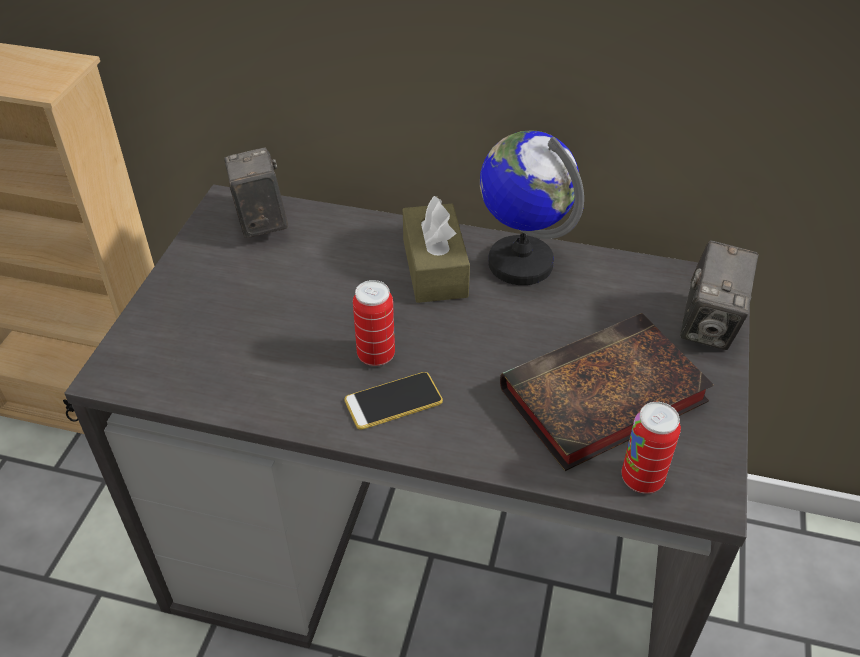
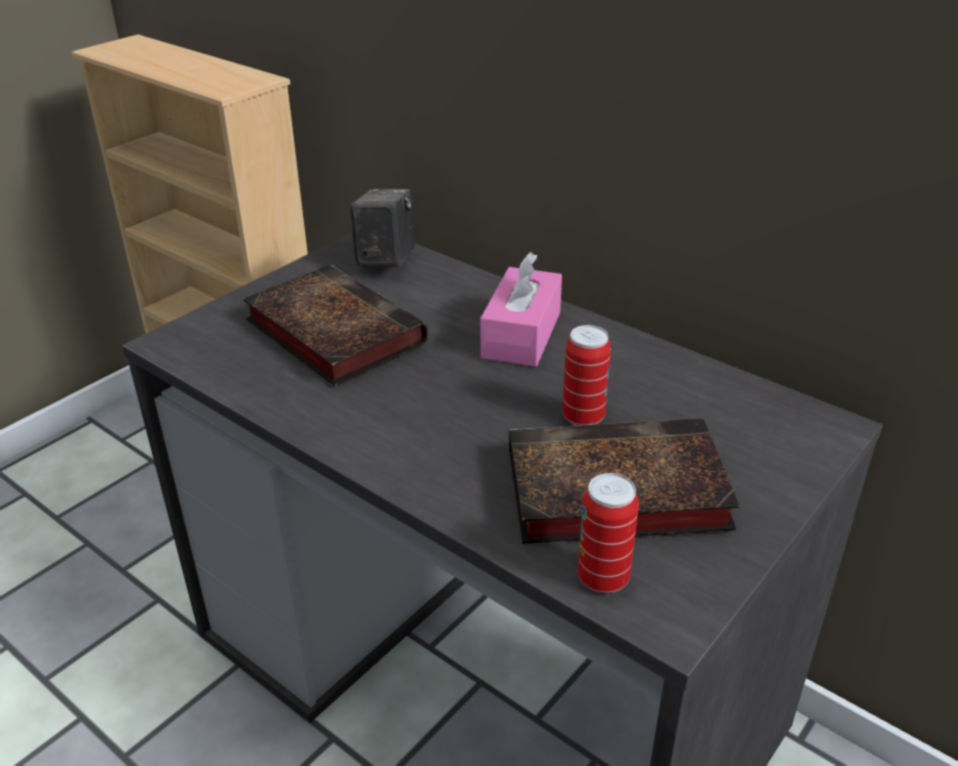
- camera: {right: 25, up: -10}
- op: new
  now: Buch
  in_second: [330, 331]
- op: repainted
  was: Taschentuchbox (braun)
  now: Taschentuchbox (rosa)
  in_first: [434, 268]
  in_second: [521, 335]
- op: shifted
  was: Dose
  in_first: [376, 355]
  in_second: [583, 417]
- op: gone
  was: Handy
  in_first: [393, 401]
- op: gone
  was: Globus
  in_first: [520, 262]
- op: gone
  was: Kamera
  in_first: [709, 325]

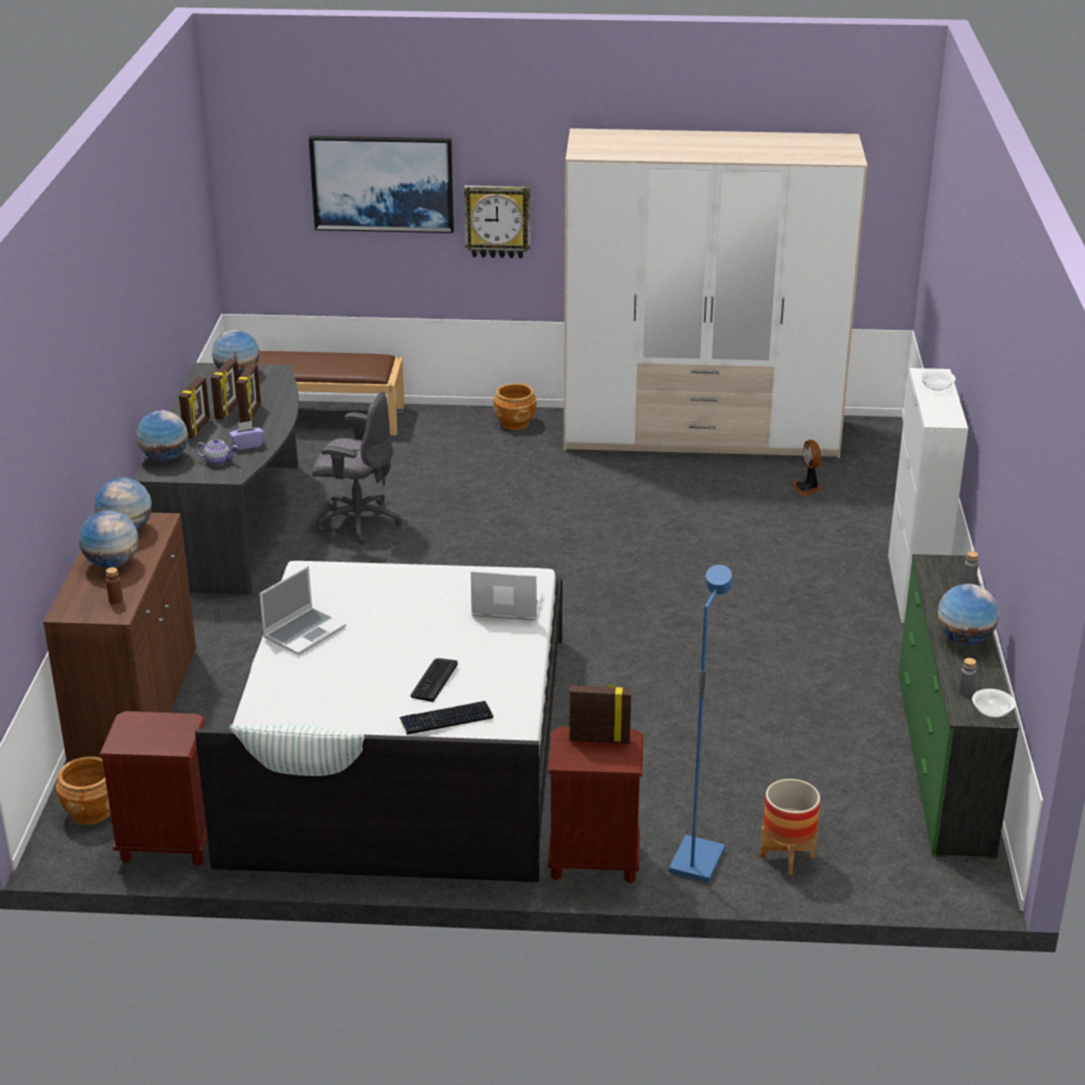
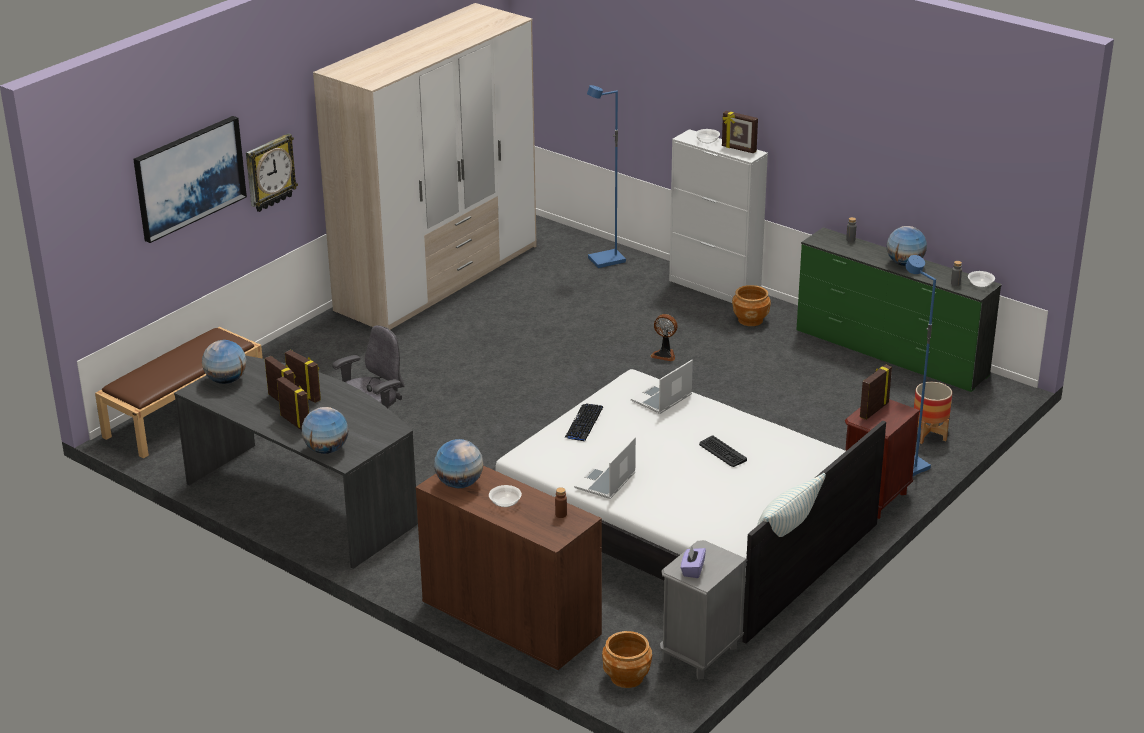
- camera: {right: -55, up: 0}
- op: swapped
  was: Globus
  now: Schüssel
  in_first: [112, 564]
  in_second: [505, 502]
- op: shifted
  was: Tastatur
  in_first: [446, 719]
  in_second: [584, 423]
- op: rotated
  was: Laptop
  in_first: [304, 632]
  in_second: [605, 482]
  clockwise: -135
- op: new
  now: Stehlampe (blau)
  in_second: [606, 261]
- op: shifted
  was: Ventilator
  in_first: [807, 488]
  in_second: [664, 354]
- op: repainted
  was: Nachttisch (braun)
  now: Nachttisch (grau)
  in_first: [167, 844]
  in_second: [699, 654]
- op: shifted
  was: Taschentuchbox (lila)
  in_first: [247, 445]
  in_second: [692, 570]
- op: new
  now: Bilderrahmen
  in_second: [738, 149]
- op: shifted
  was: Pflanzkübel (braun)
  in_first: [515, 423]
  in_second: [750, 320]
- op: gone
  was: Teekanne
  in_first: [218, 461]

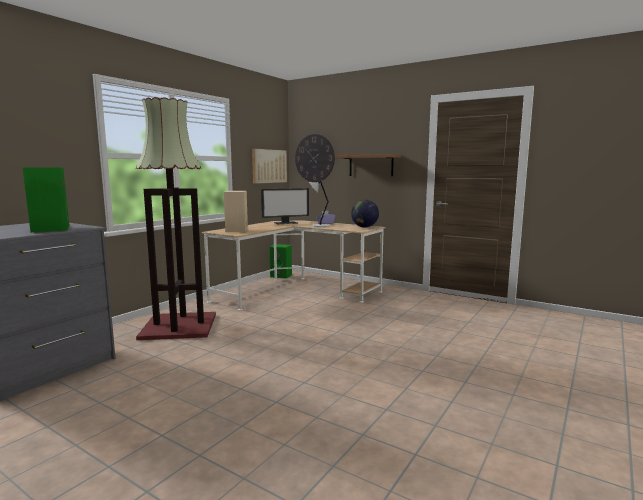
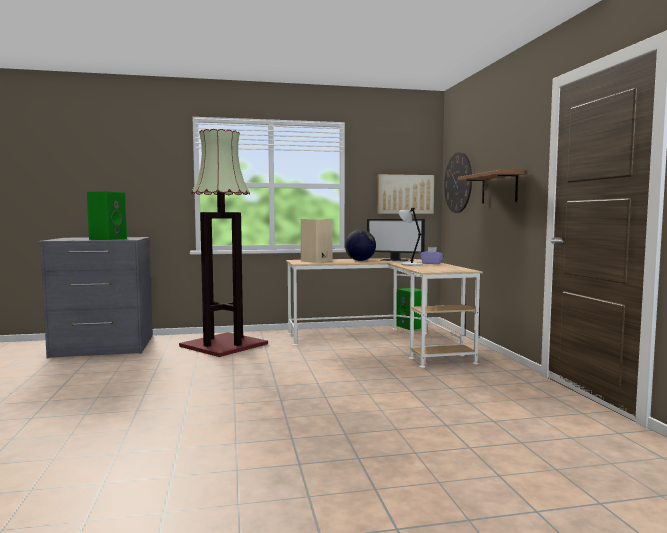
- camera: {right: 45, up: -5}
- op: shifted
  was: Globus
  in_first: [364, 227]
  in_second: [360, 260]

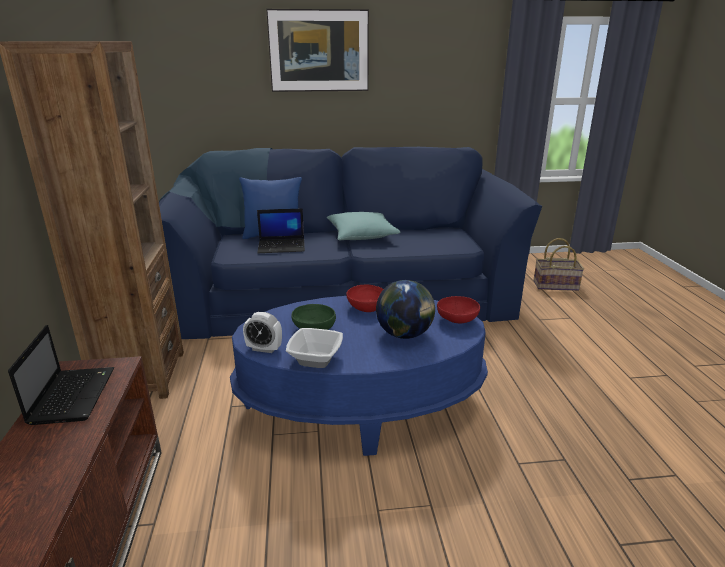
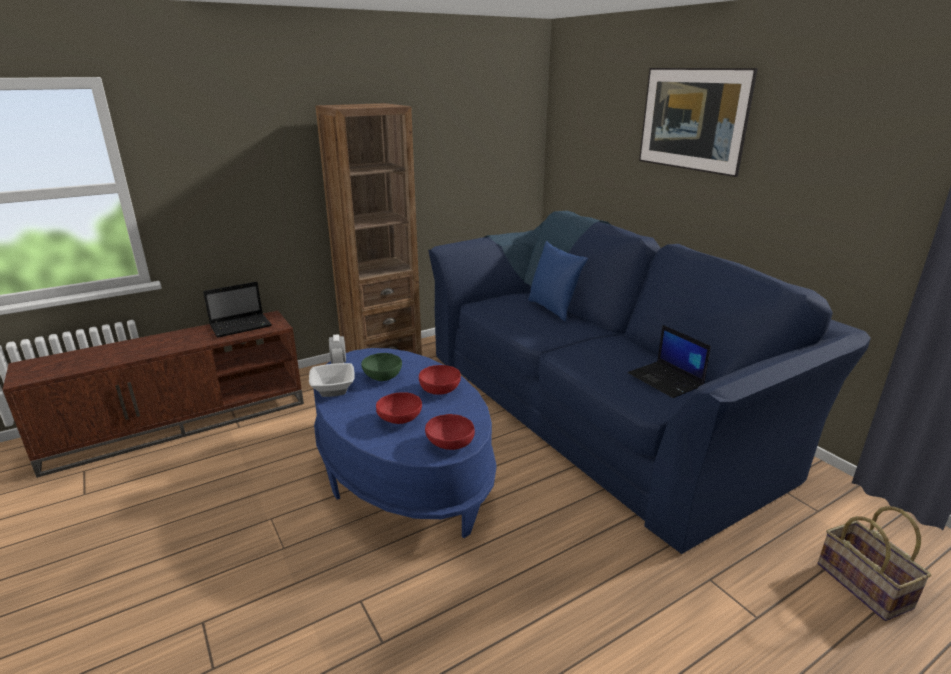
- camera: {right: 65, up: 0}
- op: swapped
  was: Globus
  now: Schüssel (rot)
  in_first: [404, 334]
  in_second: [400, 420]
- op: shifted
  was: Laptop
  in_first: [282, 246]
  in_second: [666, 380]
- op: gone
  was: Kissen (türkis)
  in_first: [362, 235]

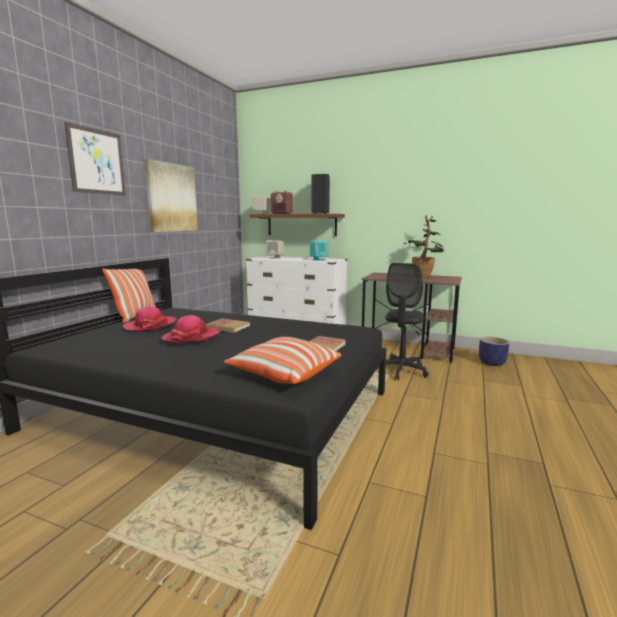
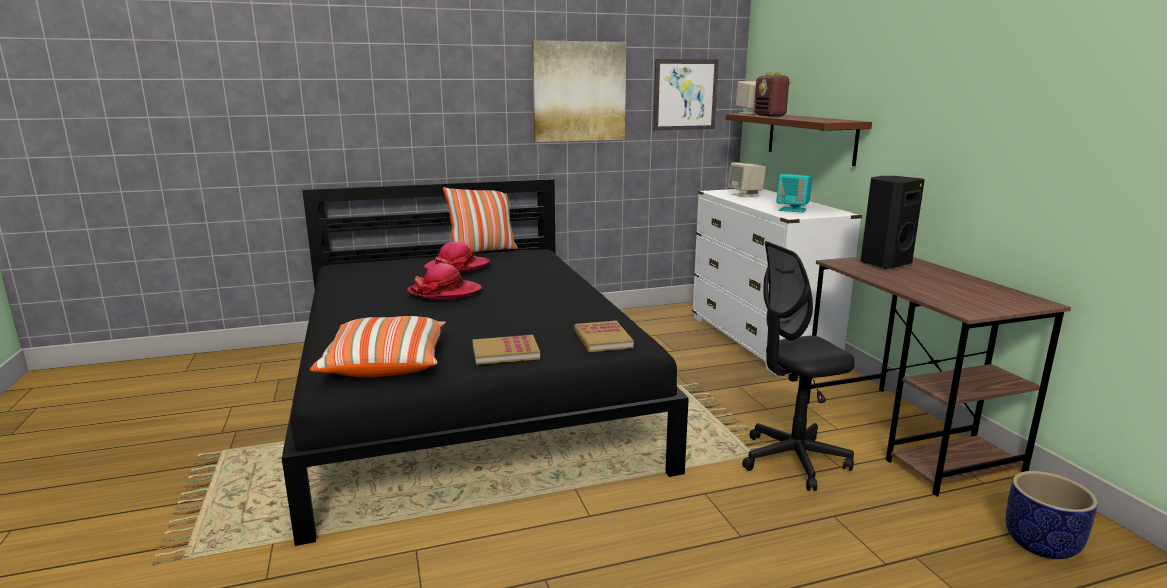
- camera: {right: 50, up: 5}
- op: shifted
  was: Buch
  in_first: [228, 327]
  in_second: [602, 339]
- op: shifted
  was: Bild
  in_first: [97, 161]
  in_second: [685, 95]
- op: shifted
  was: Lautsprecher (schwarz)
  in_first: [320, 213]
  in_second: [883, 263]
- op: gone
  was: Topfpflanze
  in_first: [423, 277]

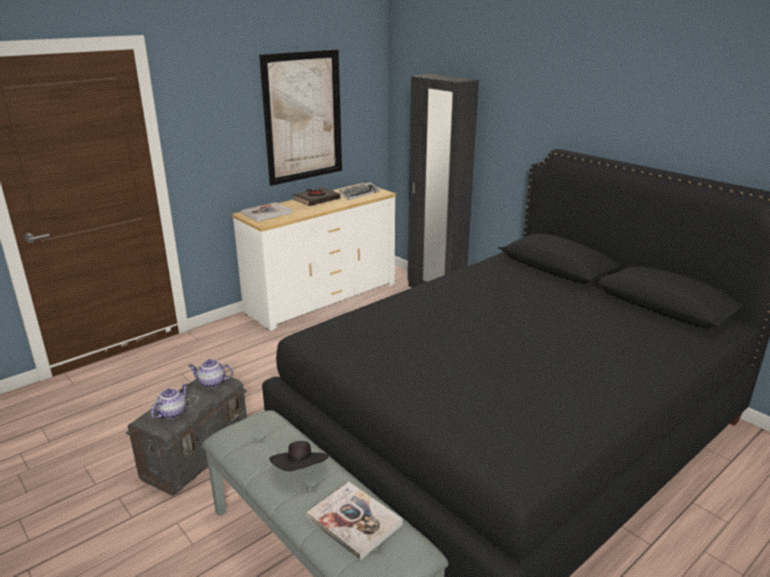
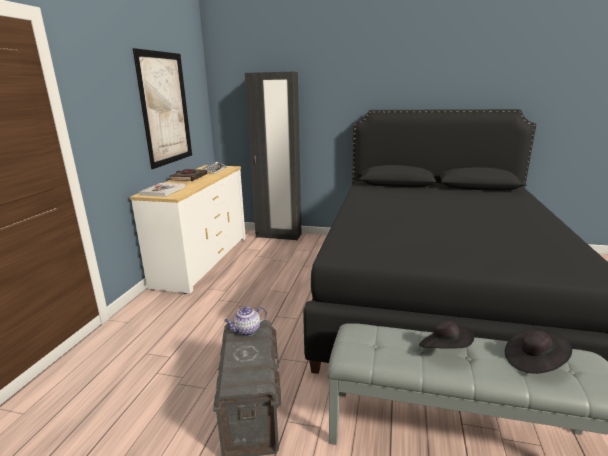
- camera: {right: -35, up: -5}
- op: swapped
  was: Buch
  now: Hut (schwarz)
  in_first: [354, 521]
  in_second: [534, 362]
- op: gone
  was: Teekanne
  in_first: [172, 412]

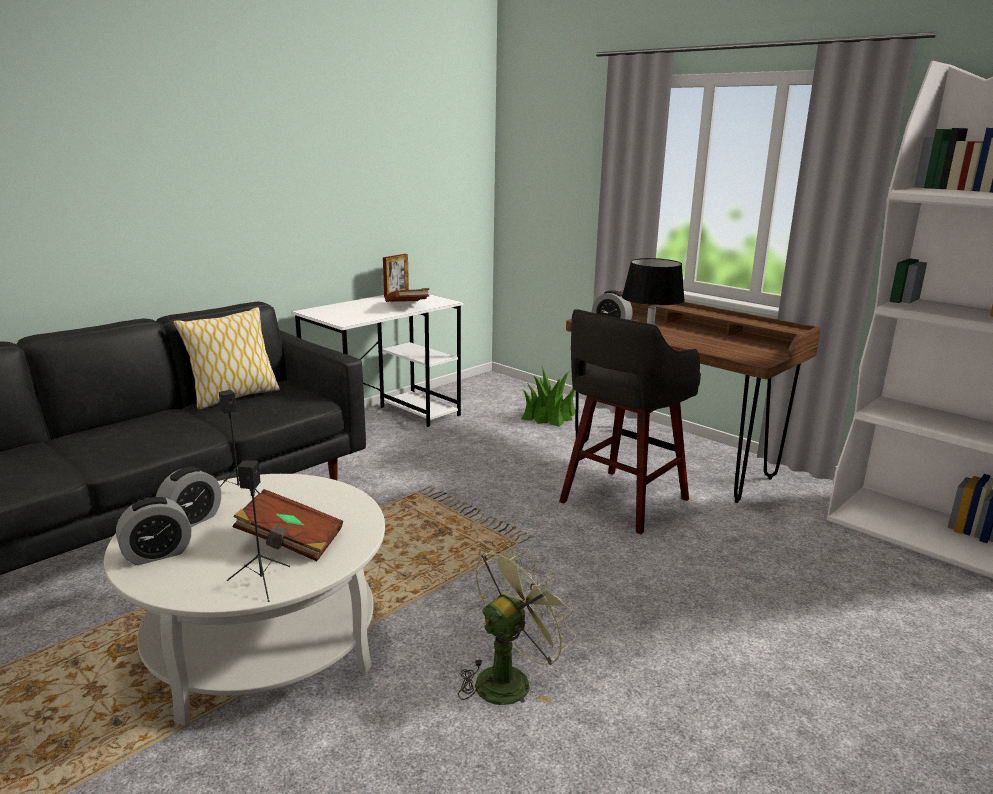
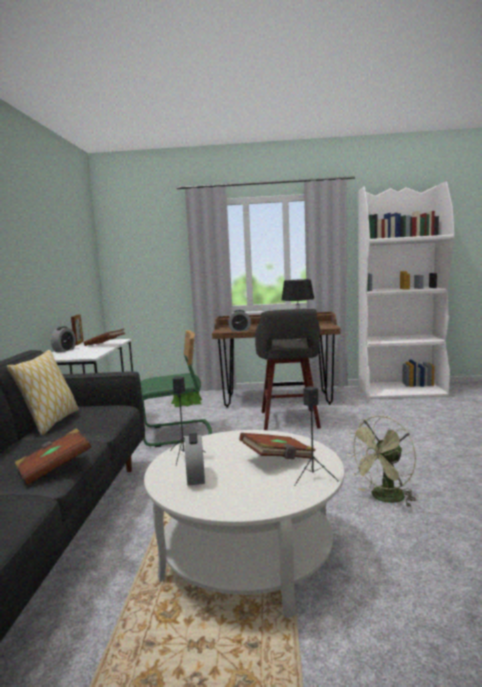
- camera: {right: -40, up: -10}
- op: new
  now: Buch (braun)
  in_second: [54, 469]
- op: shifted
  was: Wecker
  in_first: [157, 554]
  in_second: [64, 350]
- op: new
  now: Stuhl (grün)
  in_second: [176, 434]
- op: rotated
  was: Ventilator (grün)
  in_first: [510, 679]
  in_second: [384, 498]
  clockwise: -135

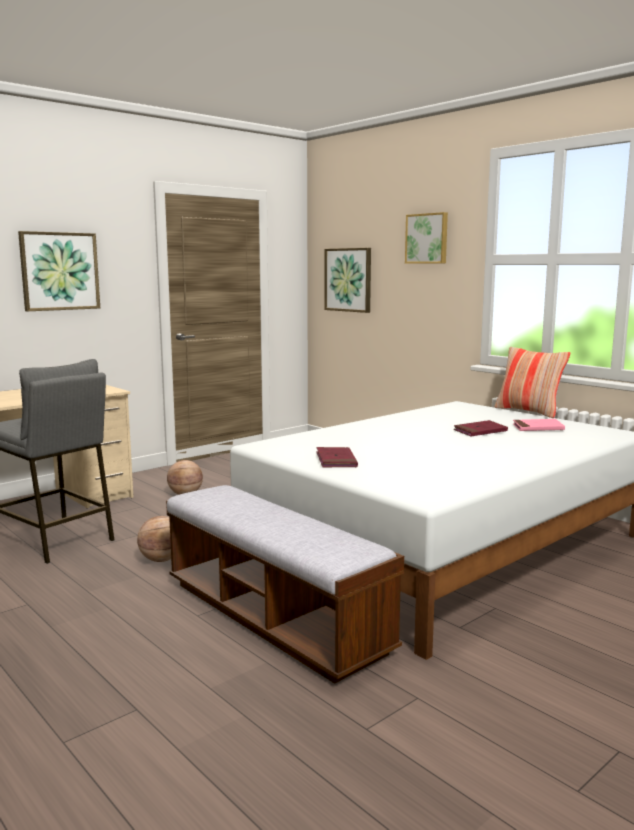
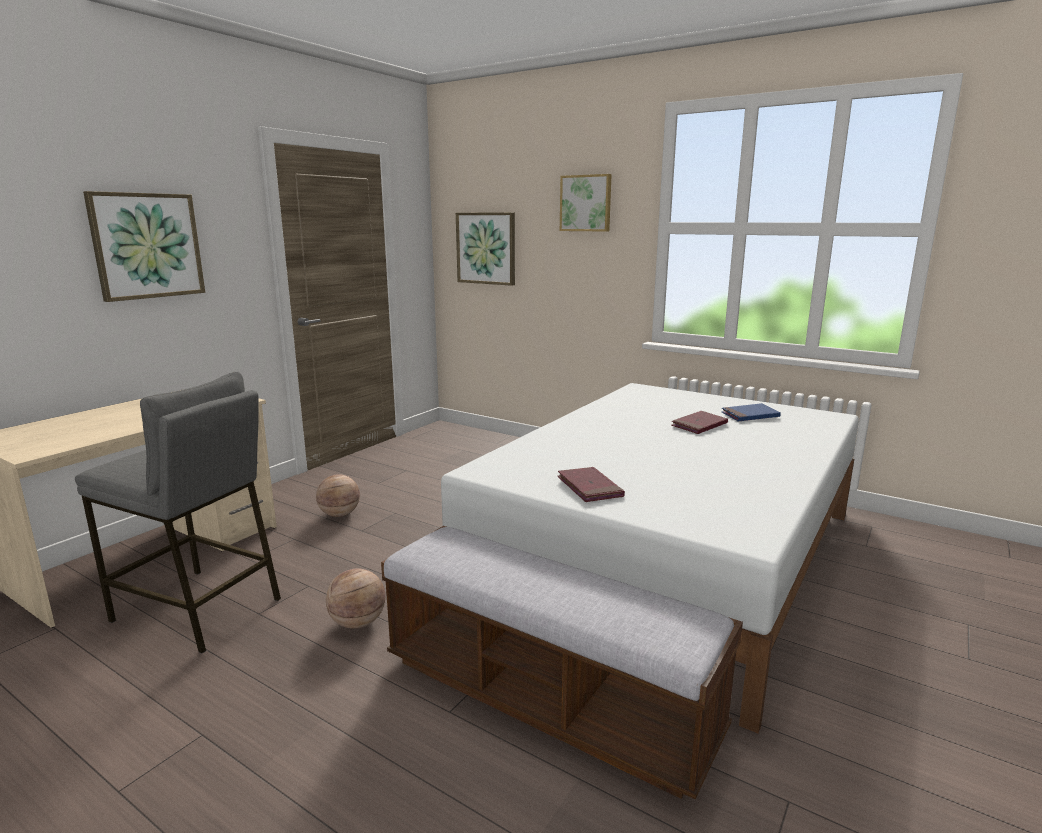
- camera: {right: -15, up: 5}
- op: repainted
  was: Buch (rosa)
  now: Buch (blau)
  in_first: [538, 428]
  in_second: [750, 415]
- op: gone
  was: Kissen
  in_first: [528, 411]

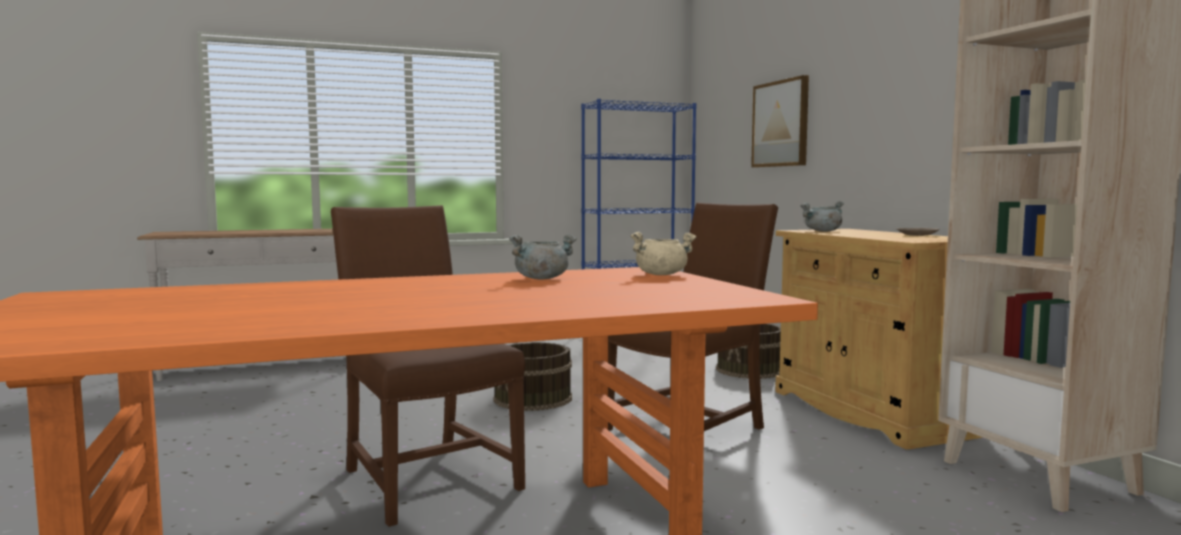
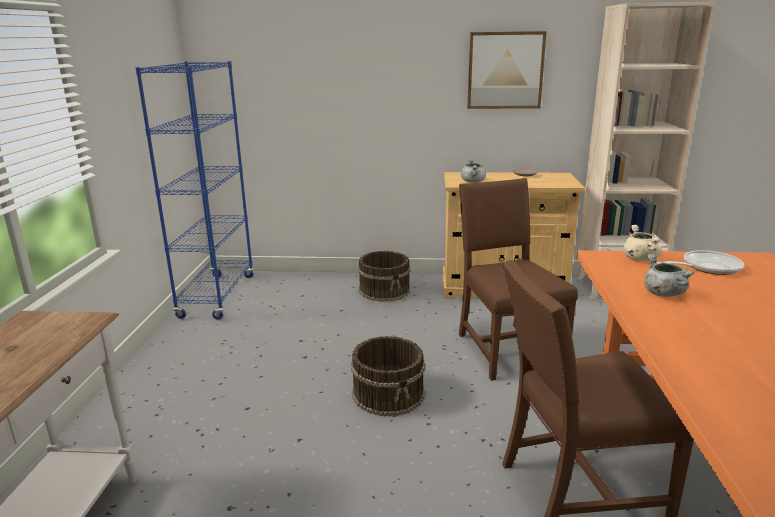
- camera: {right: -65, up: 15}
- op: shifted
  was: Bild
  in_first: [781, 124]
  in_second: [505, 70]
- op: new
  now: Pfanne
  in_second: [706, 267]

